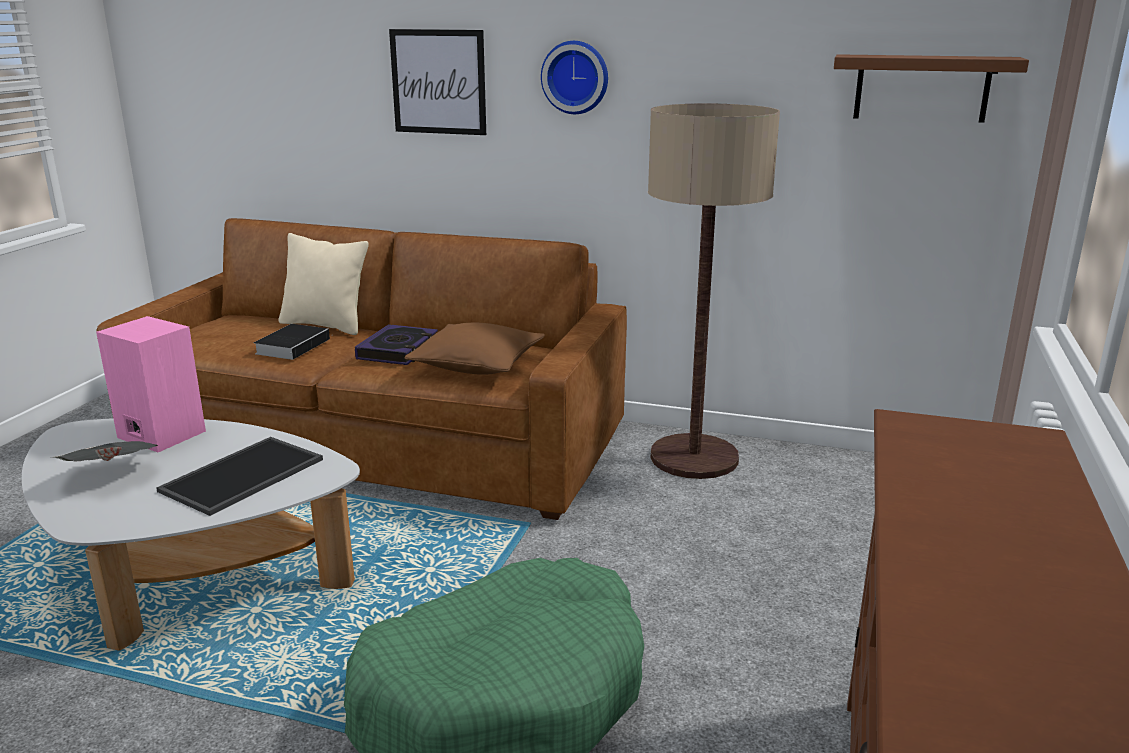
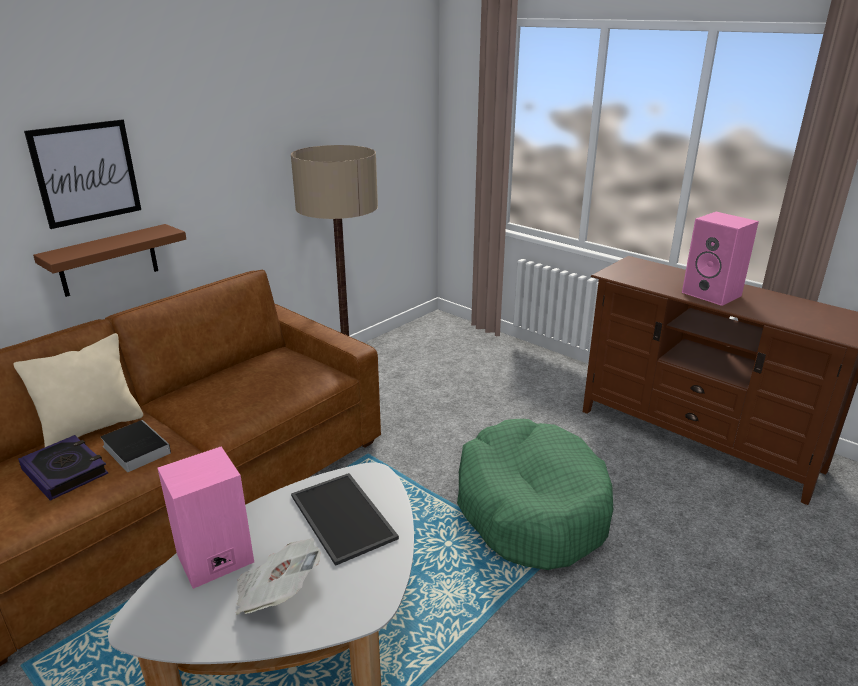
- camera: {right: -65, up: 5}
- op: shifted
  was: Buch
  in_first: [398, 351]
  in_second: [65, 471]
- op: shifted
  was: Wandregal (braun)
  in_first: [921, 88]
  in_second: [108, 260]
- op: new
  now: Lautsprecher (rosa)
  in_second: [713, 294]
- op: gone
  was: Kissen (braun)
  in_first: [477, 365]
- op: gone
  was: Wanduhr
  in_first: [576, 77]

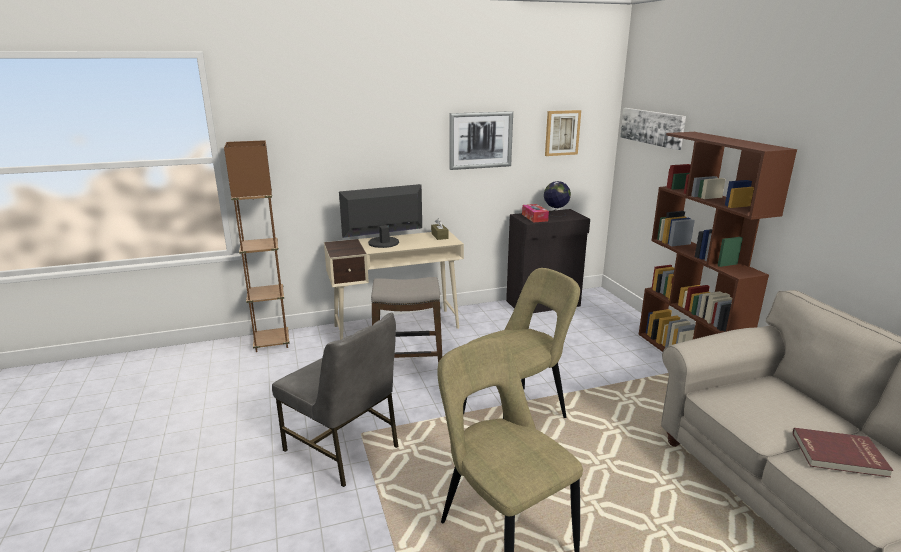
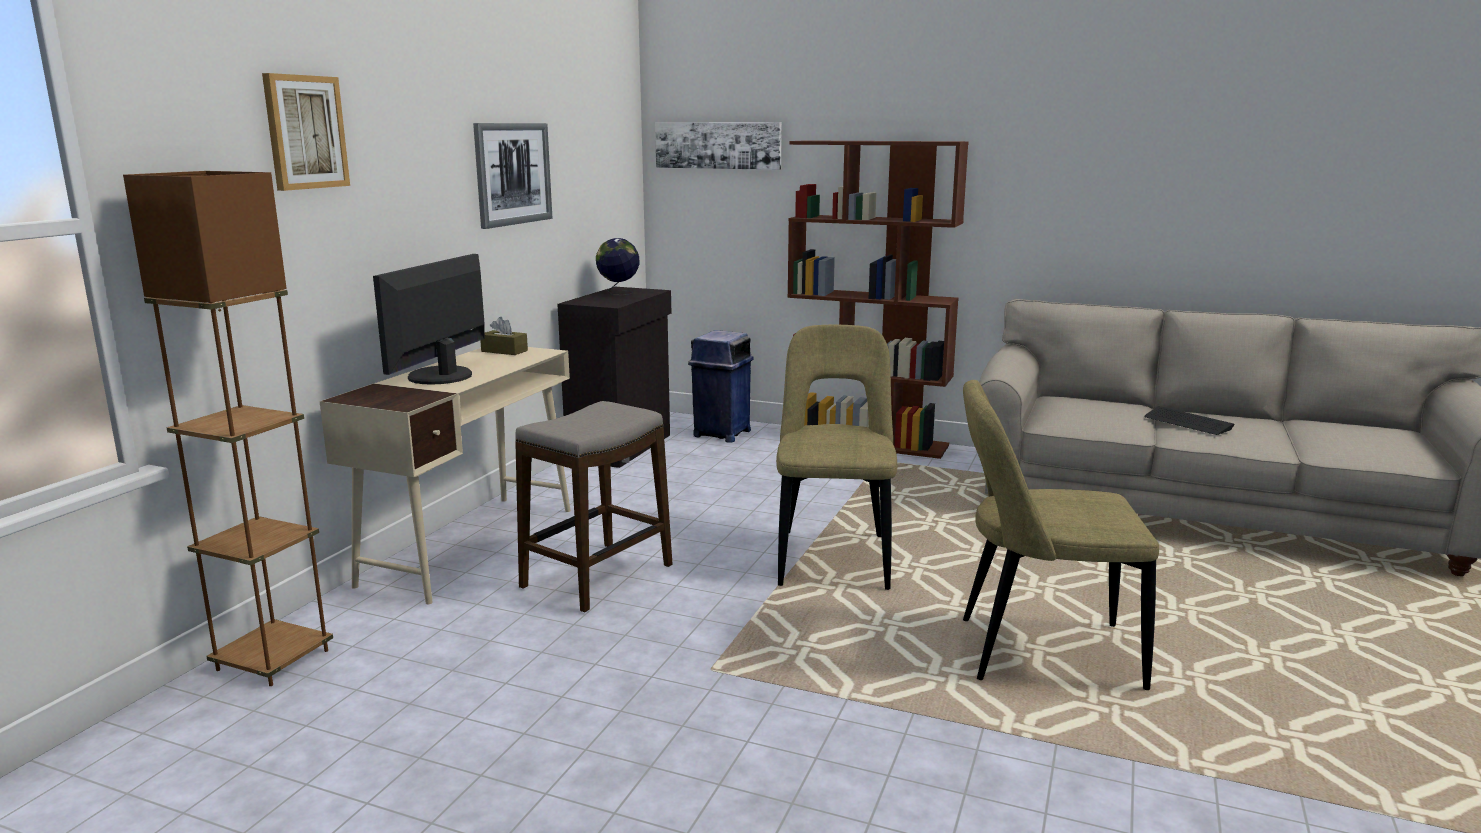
- camera: {right: -50, up: -5}
- op: shifted
  was: Bild
  in_first: [562, 133]
  in_second: [305, 132]
- op: new
  now: Mülleimer (blau)
  in_second: [721, 434]
- op: swapped
  was: Buch (rot)
  now: Tastatur
  in_first: [839, 455]
  in_second: [1187, 423]
- op: gone
  was: Stuhl (grau)
  in_first: [343, 449]
- op: gone
  was: Taschentuchbox
  in_first: [534, 217]

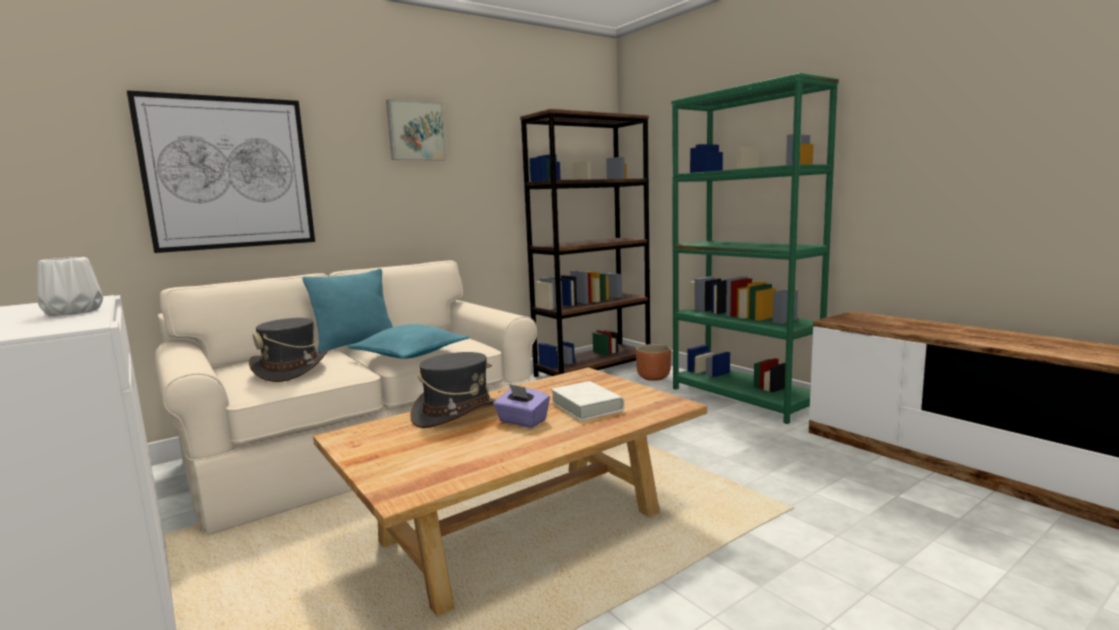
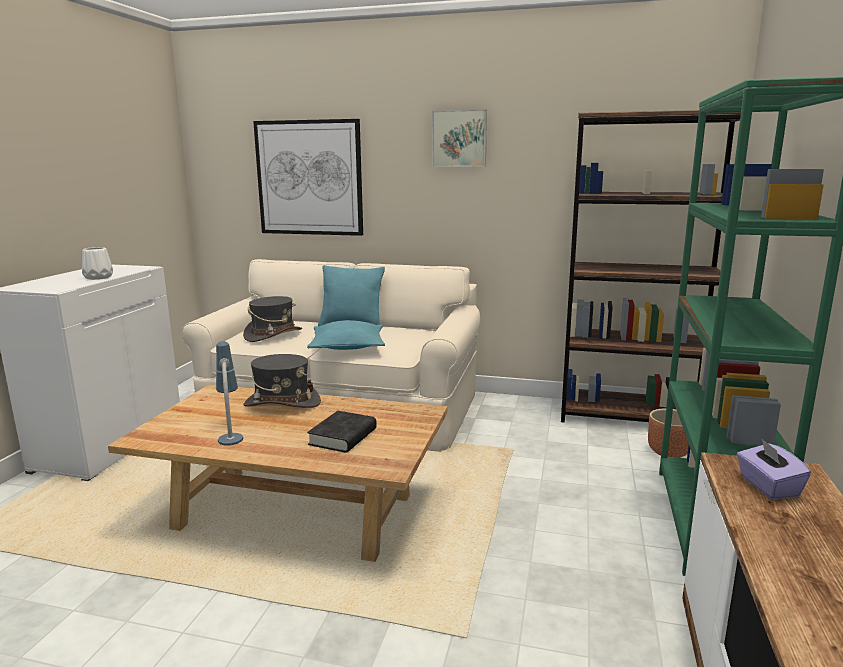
- camera: {right: 50, up: 5}
- op: new
  now: Tischlampe
  in_second: [230, 433]
- op: repainted
  was: Buch (weiß)
  now: Buch (schwarz)
  in_first: [586, 406]
  in_second: [343, 437]
- op: shifted
  was: Taschentuchbox (lila)
  in_first: [522, 421]
  in_second: [767, 486]

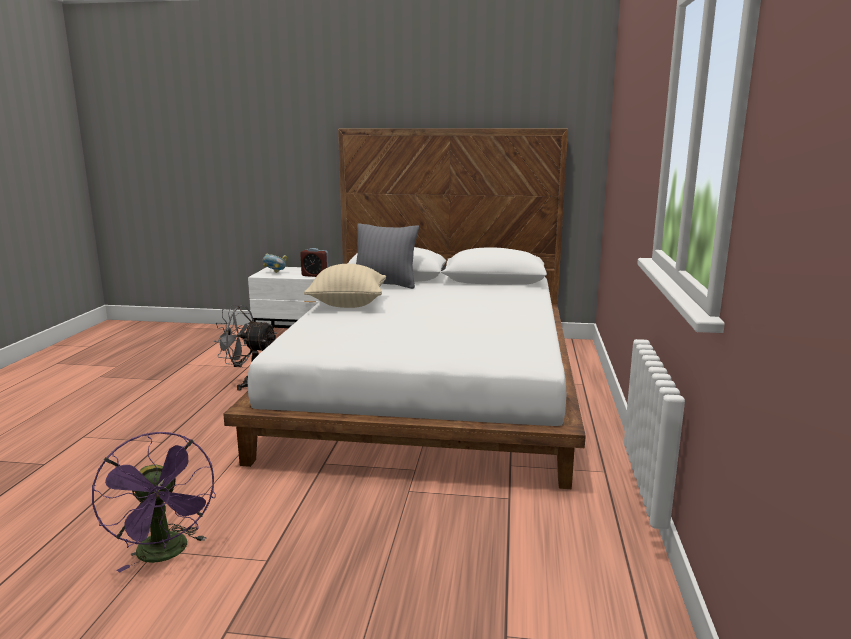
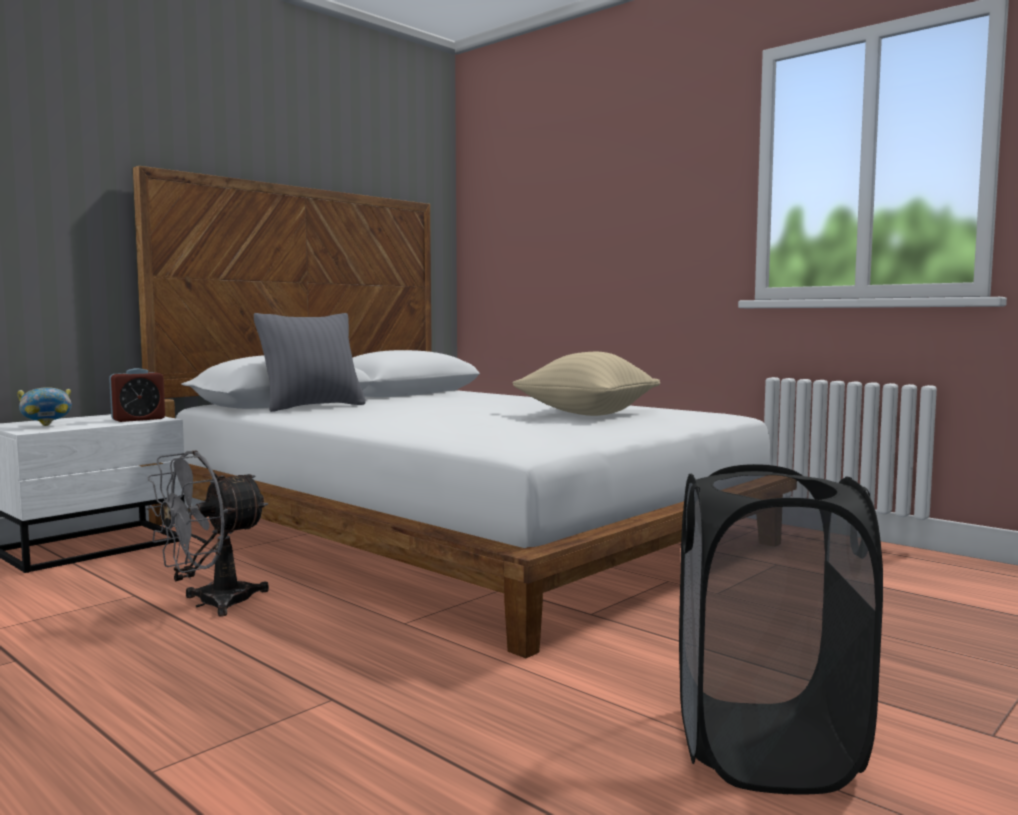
- camera: {right: -55, up: -10}
- op: shifted
  was: Kissen (beige)
  in_first: [348, 304]
  in_second: [587, 414]
- op: swapped
  was: Ventilator (lila)
  now: Wäschekorb (schwarz)
  in_first: [166, 554]
  in_second: [763, 747]

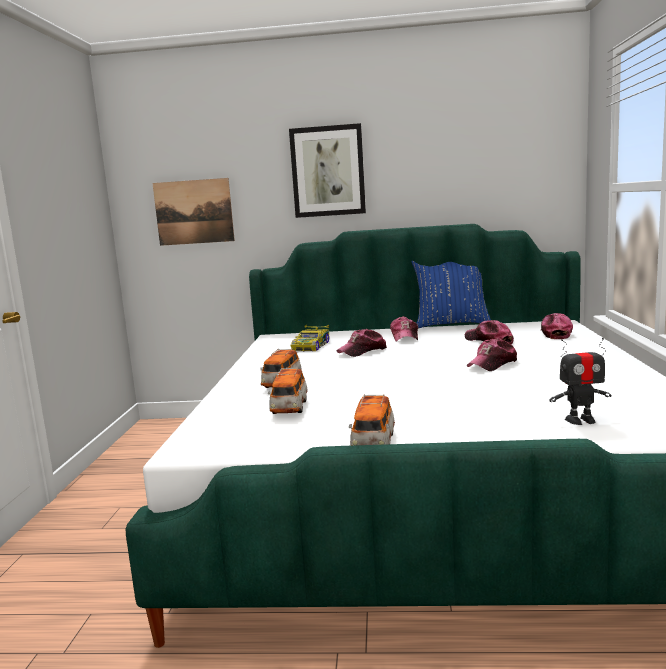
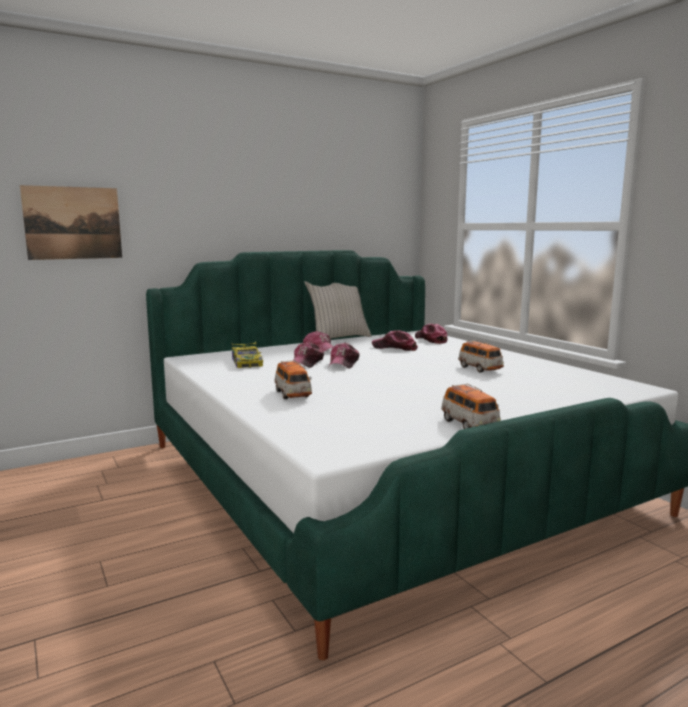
- camera: {right: -35, up: 0}
- op: repainted
  was: Kissen (blau)
  now: Kissen (beige)
  in_first: [451, 324]
  in_second: [338, 338]
- op: shifted
  was: Kappe
  in_first: [493, 364]
  in_second: [343, 363]
- op: shifted
  was: Spielzeugauto
  in_first: [289, 408]
  in_second: [480, 369]
- op: gone
  was: Bild
  in_first: [328, 171]
- op: gone
  was: Spielzeugroboter
  in_first: [580, 420]

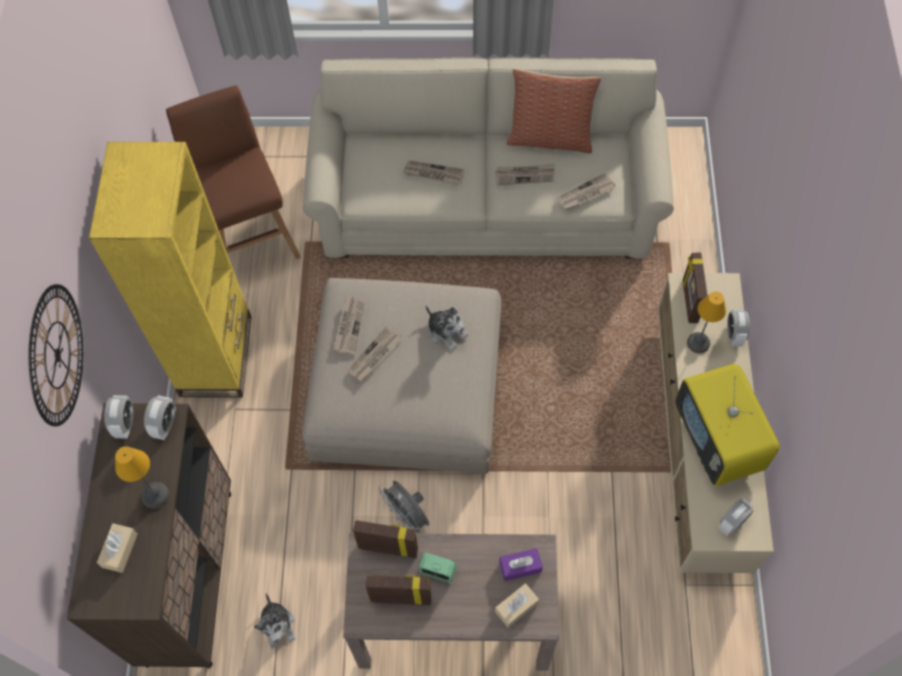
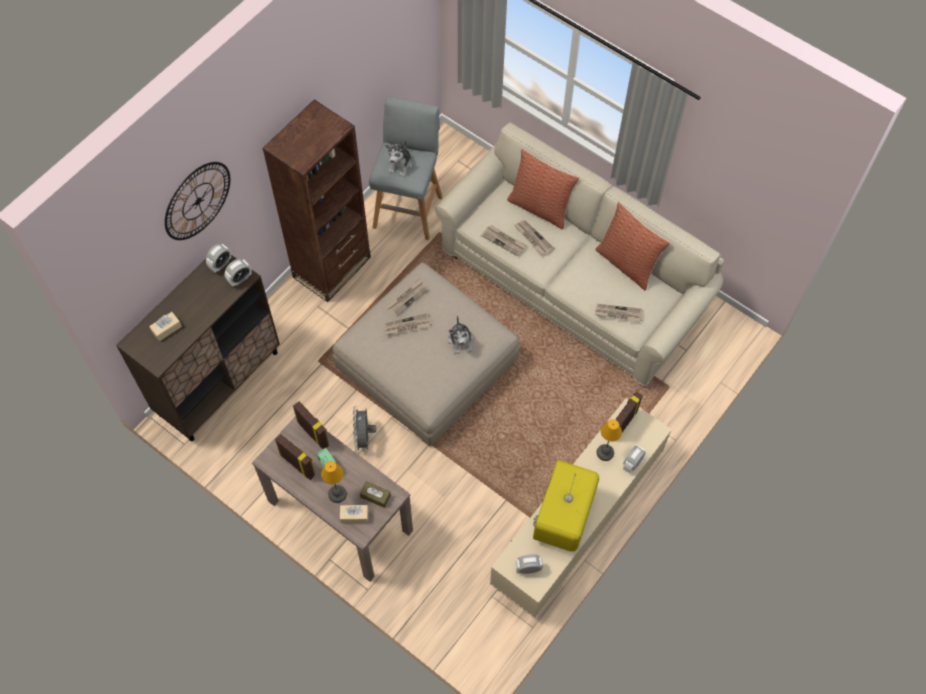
- camera: {right: 35, up: 0}
- op: repainted
  was: Bücherregal (gelb)
  now: Bücherregal (braun)
  in_first: [216, 356]
  in_second: [332, 267]
- op: shifted
  was: Tischlampe
  in_first: [156, 495]
  in_second: [338, 494]
- op: repainted
  was: Taschentuchbox (lila)
  now: Taschentuchbox (braun)
  in_first: [520, 566]
  in_second: [375, 496]
- op: repainted
  was: Hocker (braun)
  now: Hocker (grau)
  in_first: [251, 240]
  in_second: [408, 210]
- op: shifted
  was: Plüschtier
  in_first: [278, 625]
  in_second: [400, 164]
- op: shifted
  was: Zeitung
  in_first: [525, 175]
  in_second: [504, 241]
- op: new
  now: Kissen
  in_second: [540, 207]

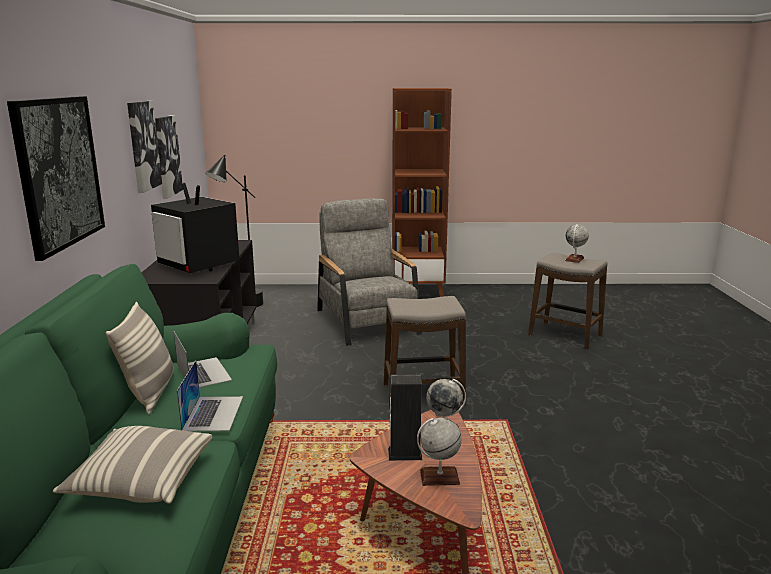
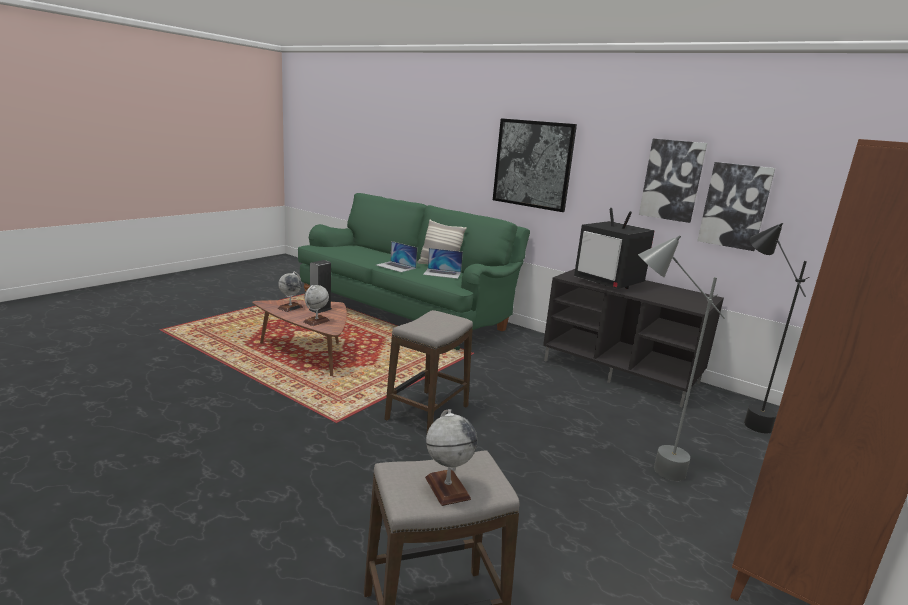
- camera: {right: 125, up: 0}
- op: rotated
  was: Fernseher
  in_first: [199, 266]
  in_second: [609, 283]
  clockwise: -120
- op: swapped
  was: Sessel (grau)
  now: Stehlampe (grau)
  in_first: [367, 322]
  in_second: [643, 467]
- op: gone
  was: Kissen
  in_first: [141, 481]

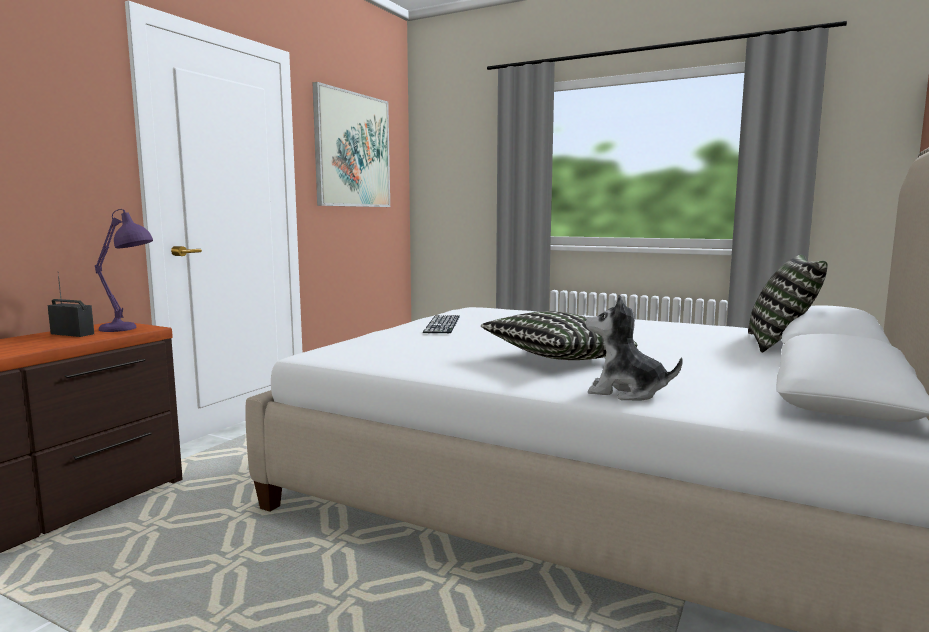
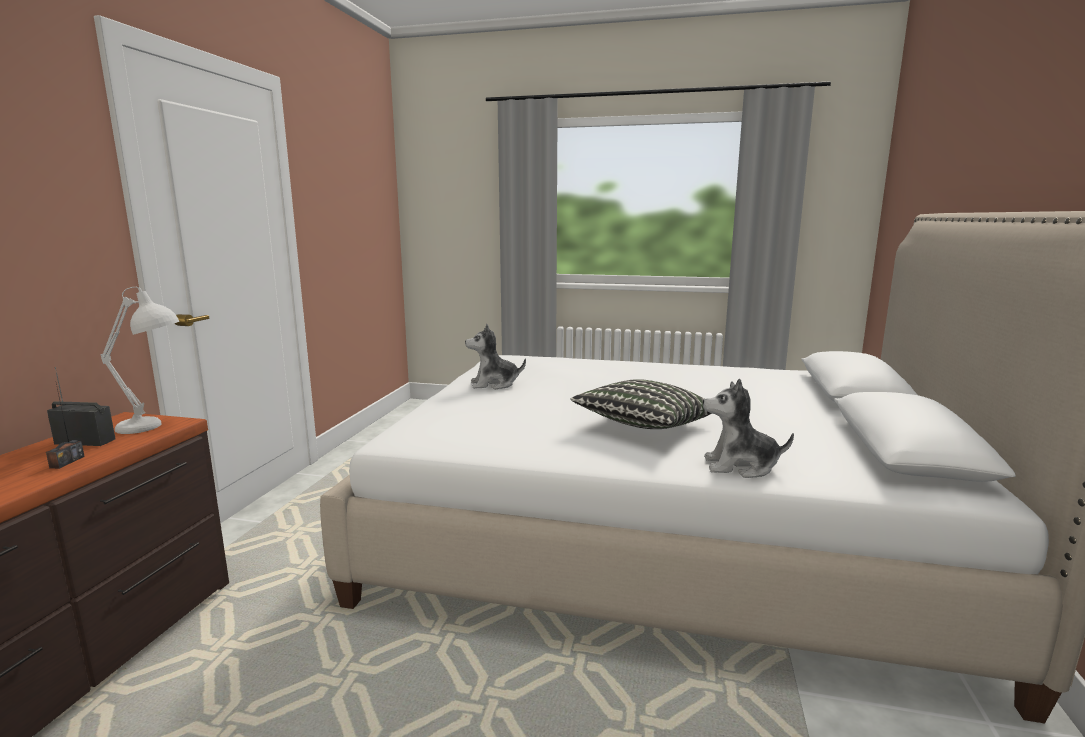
- camera: {right: -15, up: 5}
- op: new
  now: Radio
  in_second: [67, 462]
- op: repainted
  was: Tischlampe (lila)
  now: Tischlampe (weiß)
  in_first: [129, 329]
  in_second: [155, 427]
- op: swapped
  was: Tastatur
  now: Plüschtier
  in_first: [442, 324]
  in_second: [494, 384]
- op: gone
  was: Bild
  in_first: [352, 150]
- op: gone
  was: Kissen
  in_first: [780, 344]

